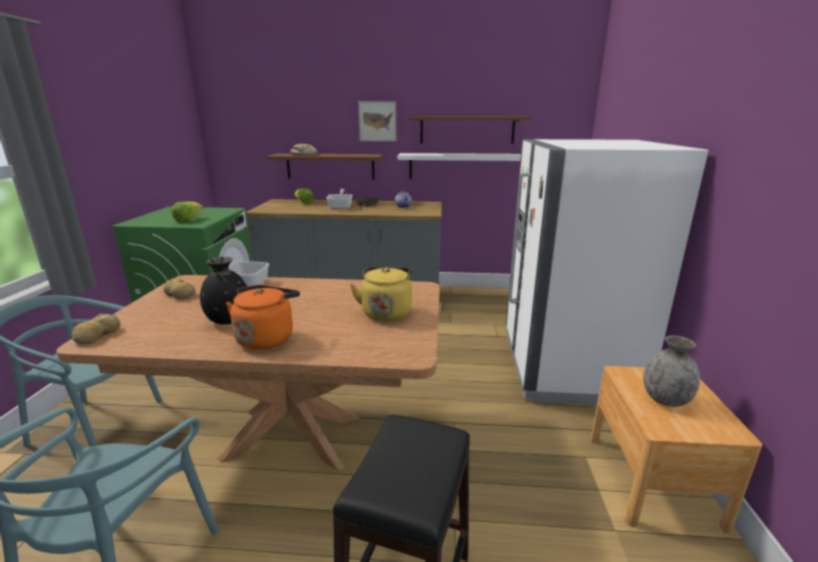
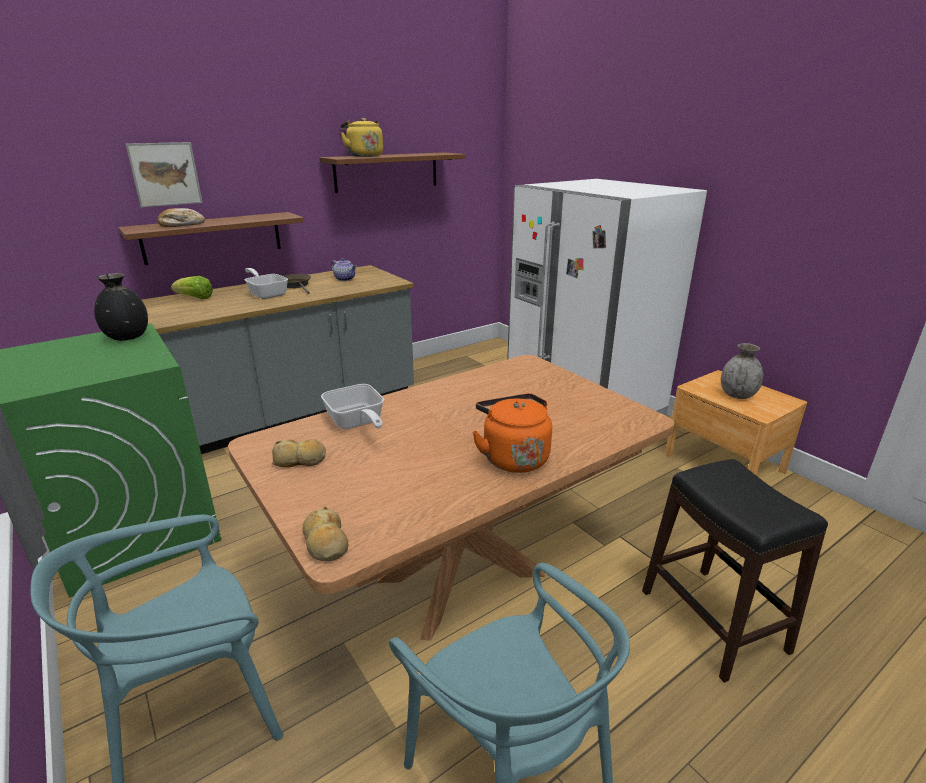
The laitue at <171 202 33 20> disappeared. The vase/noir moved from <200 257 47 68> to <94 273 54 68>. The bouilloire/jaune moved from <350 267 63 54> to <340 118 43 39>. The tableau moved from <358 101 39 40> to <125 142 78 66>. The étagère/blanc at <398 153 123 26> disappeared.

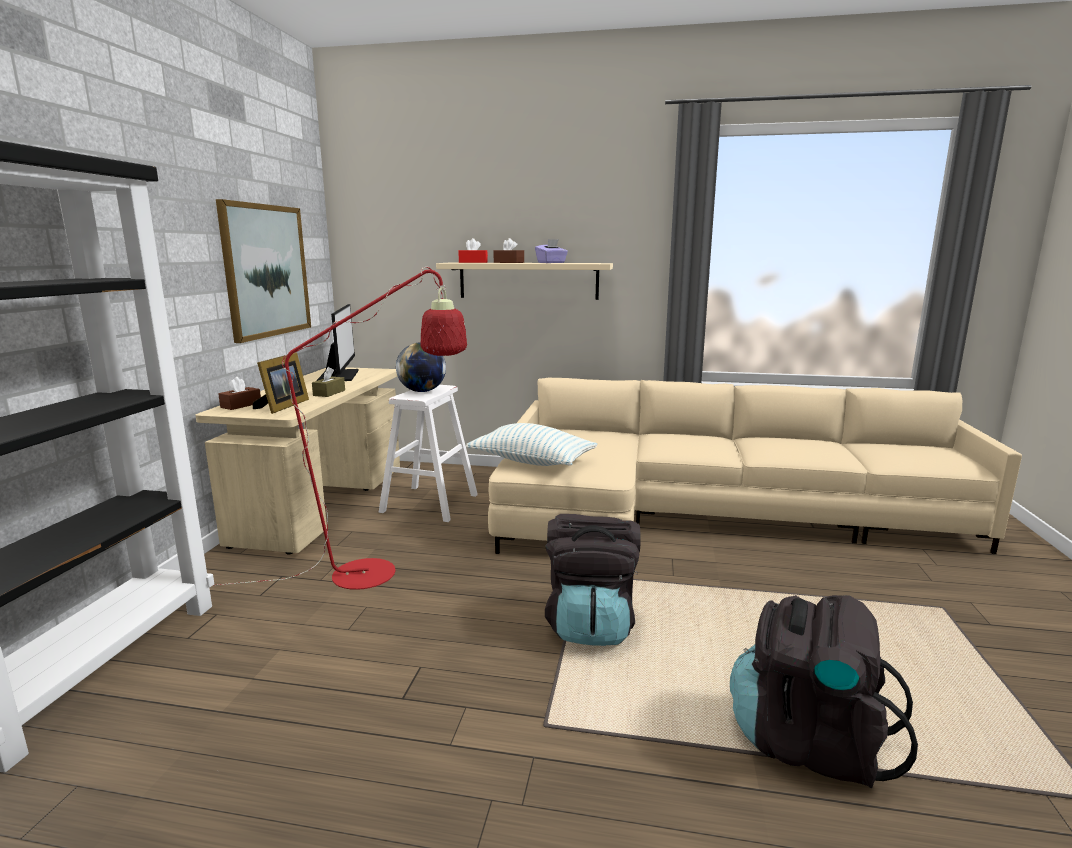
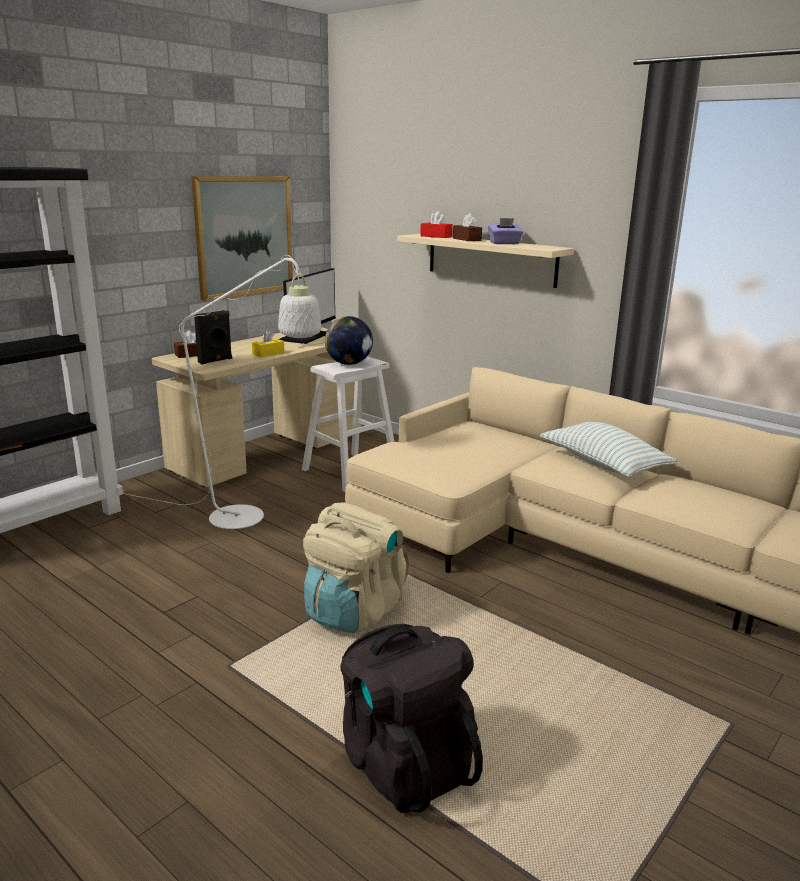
The lampadaire/rouge at <213 267 254 323> became the lampadaire/blanc at <123 255 198 274>. The cadre photo at <253 353 56 61> was replaced by the enceinte/noir at <194 310 38 54>. The boîte à mouchoirs/marron at <312 367 33 30> became the boîte à mouchoirs/jaune at <252 330 32 27>. The coussin moved from <466 423 131 43> to <540 422 137 55>. The sac à dos/noir at <545 514 96 132> became the sac à dos/beige at <303 502 106 131>.

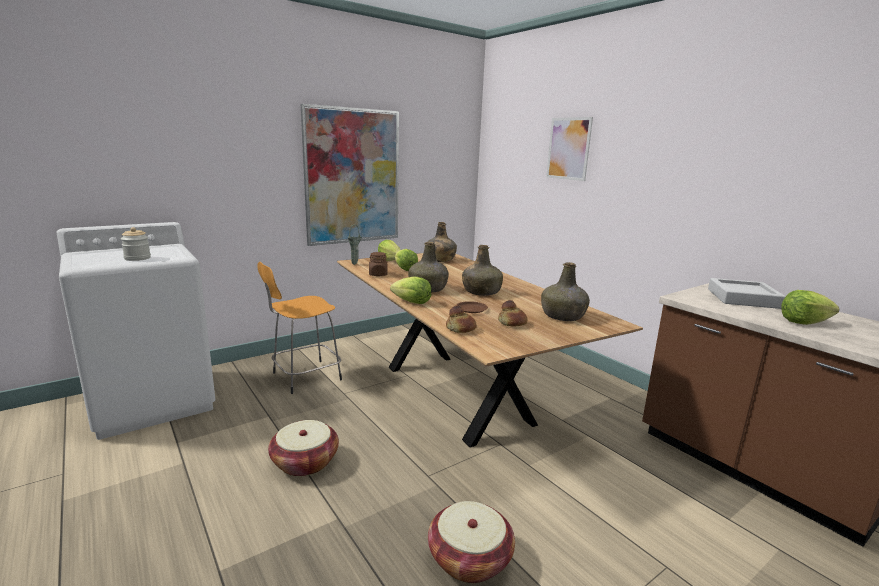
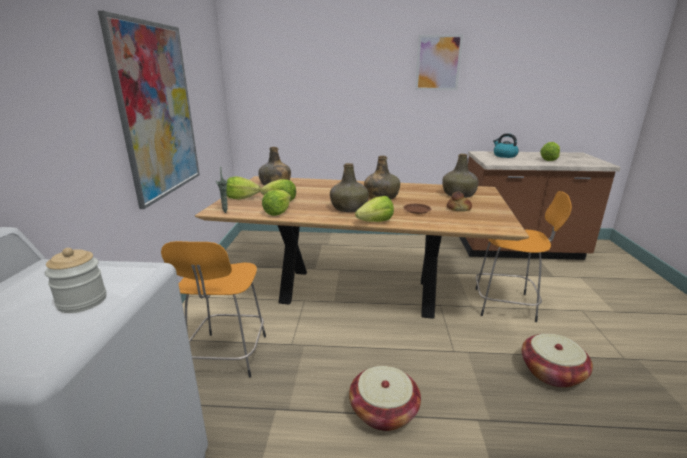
The bocal/marron at <369 252 19 24> was replaced by the laitue at <262 190 29 26>. The pain at <446 306 31 27> disappeared. The tableau moved from <546 117 47 64> to <415 35 48 55>. The plateau/gris at <708 278 78 31> was replaced by the bouilloire at <493 133 26 25>. The tabouret/orange at <475 191 97 131> appeared.

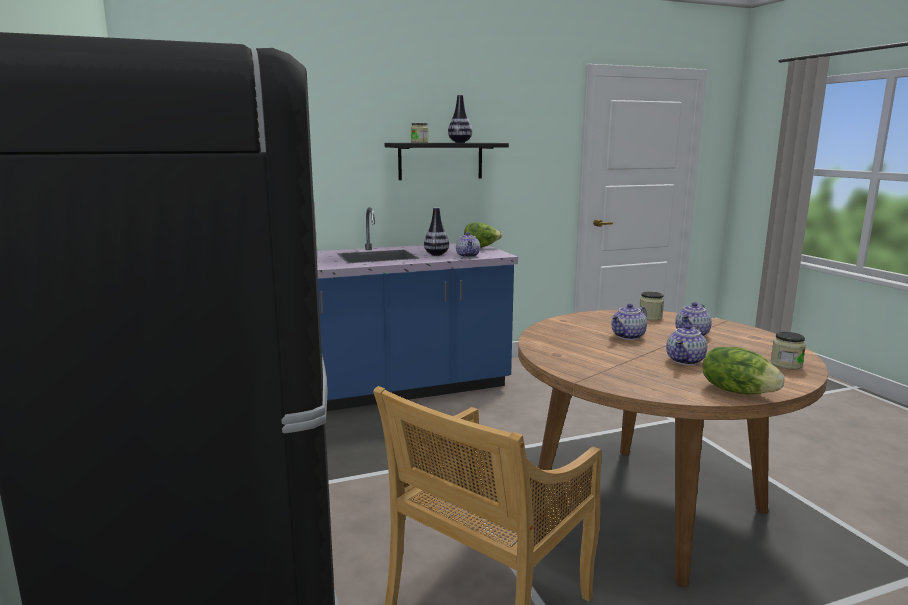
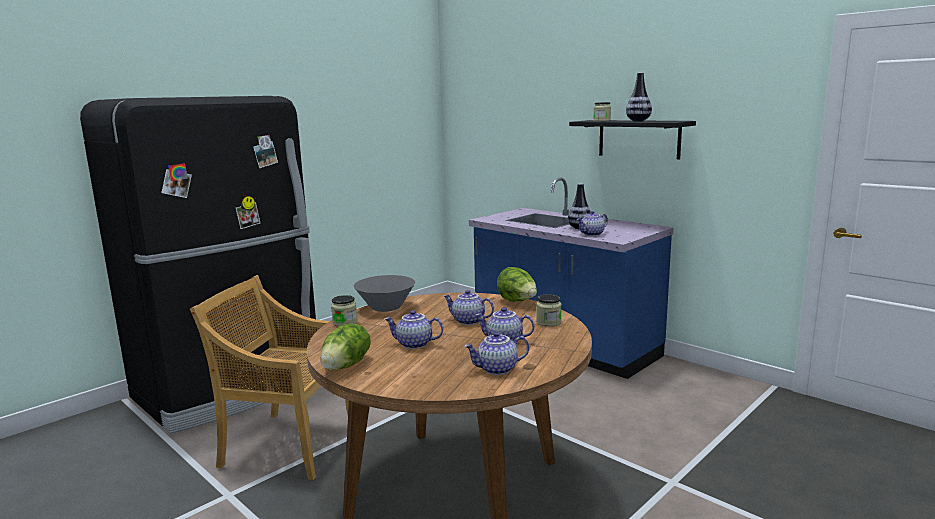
The laitue moved from <464 222 38 26> to <497 267 40 35>. The bocal moved from <771 332 35 37> to <331 295 26 32>. The bol/gris at <354 275 61 37> appeared. The théière at <464 332 65 43> appeared.

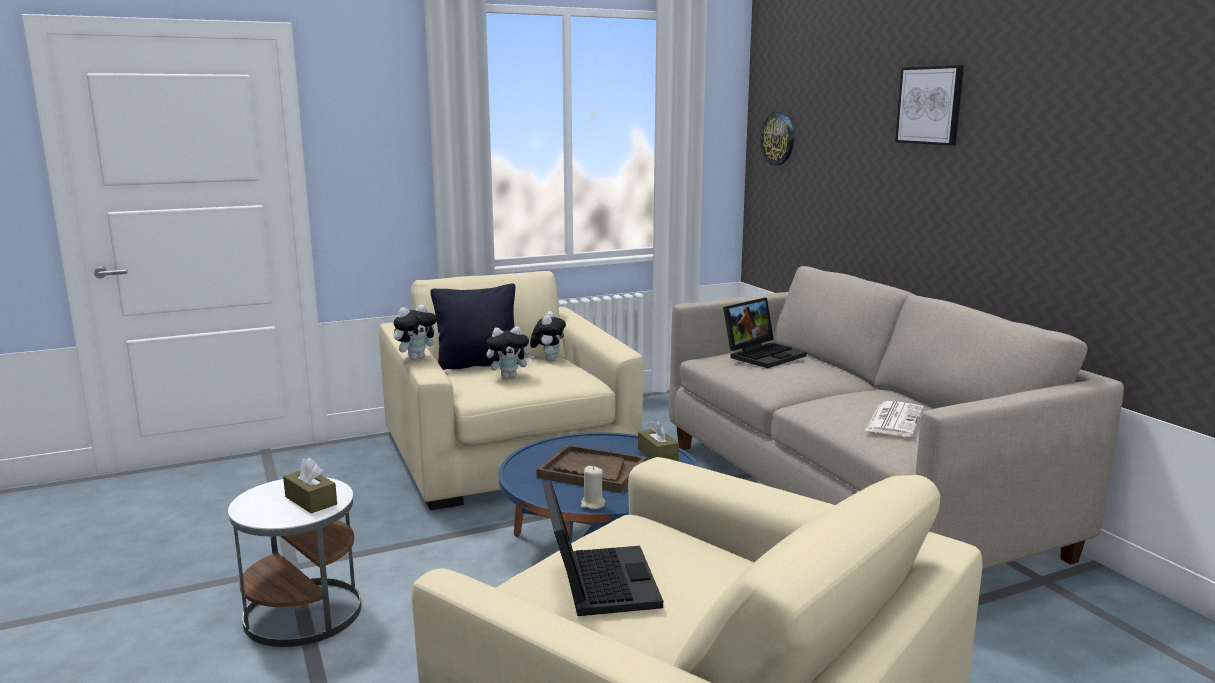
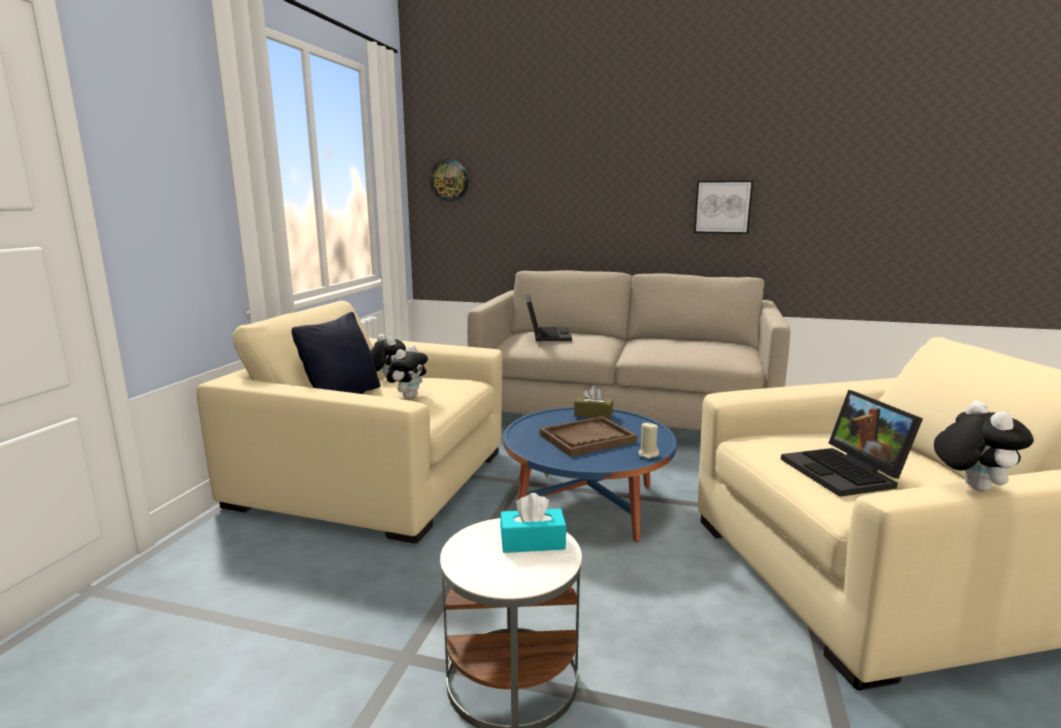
The boîte à mouchoirs/marron at <283 457 54 56> became the boîte à mouchoirs/turquoise at <500 493 66 60>. The peluche moved from <393 305 47 55> to <934 401 100 91>. The ordinateur portable at <542 480 121 136> turned 135 degrees counterclockwise. The journal at <865 401 58 36> disappeared. The tableau moved from <895 65 69 81> to <694 180 59 54>.

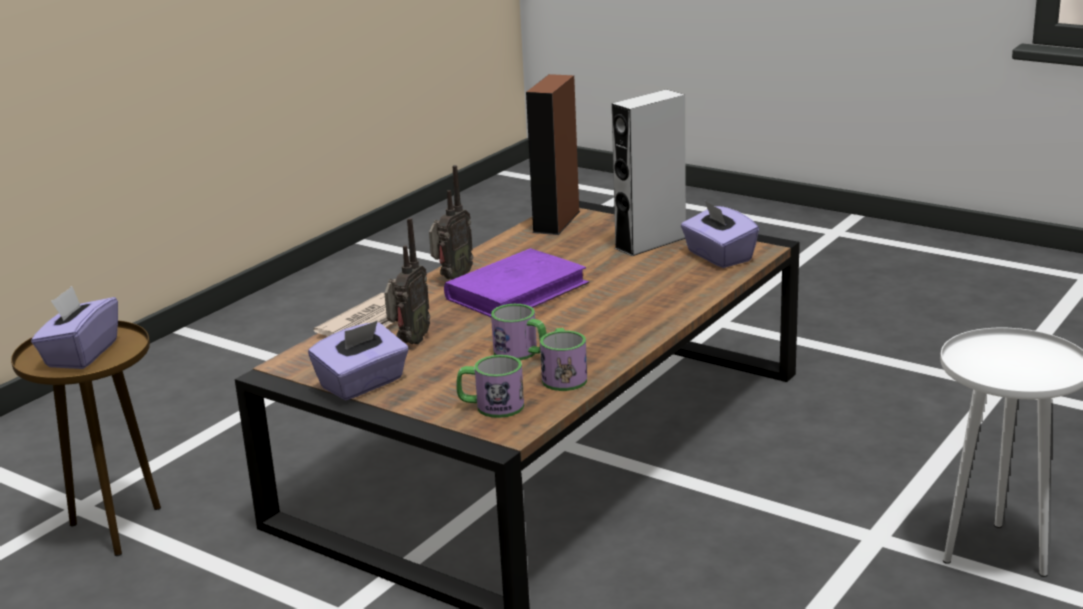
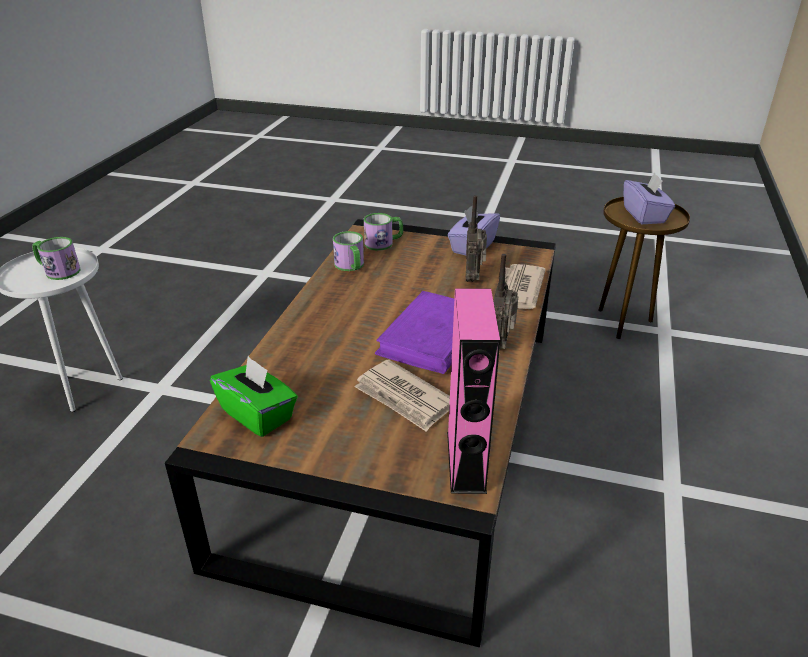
The mug moved from <491 304 56 56> to <32 237 49 43>. The enceinte/marron at <526 74 54 161> became the enceinte/rose at <447 288 53 206>. The enceinte/gris at <612 89 74 167> disappeared. The boîte à mouchoirs/violet at <681 200 78 68> became the boîte à mouchoirs/vert at <210 356 88 81>. The journal at <354 359 96 73> appeared.

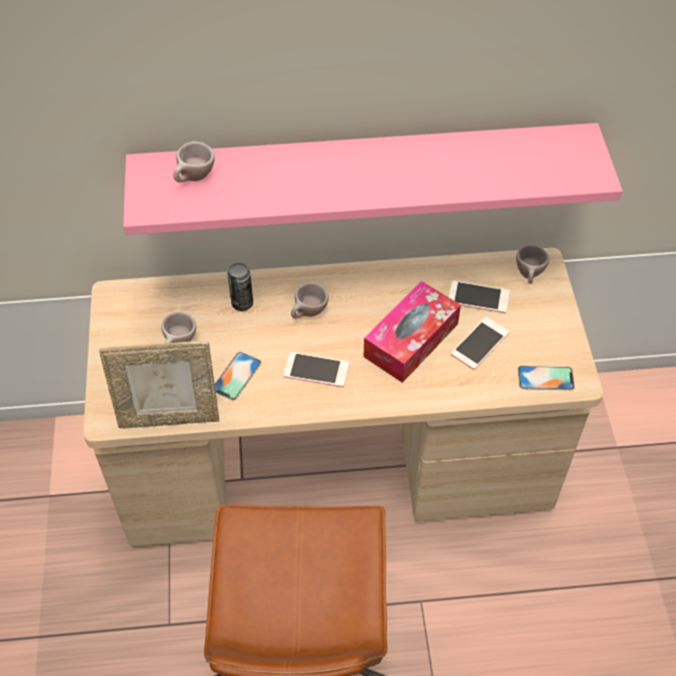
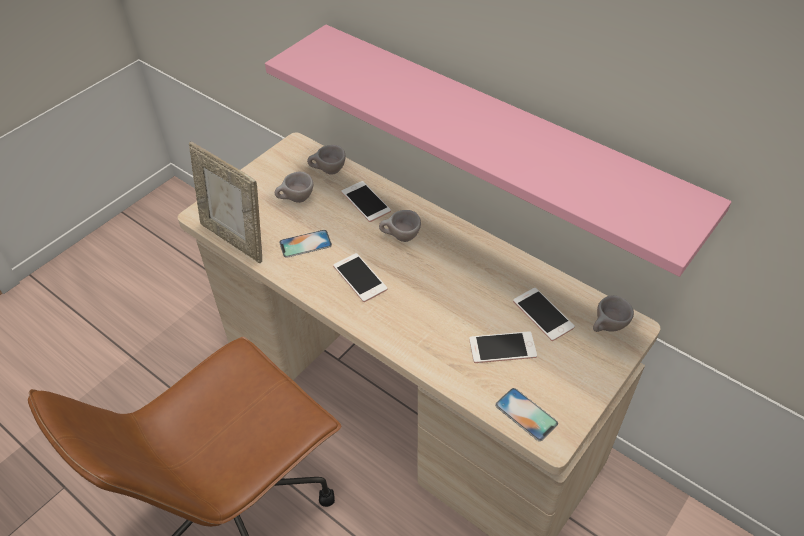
The tasse/beige moved from <174 141 41 41> to <307 145 39 30>. The boîte métallique at <228 263 25 48> was replaced by the téléphone at <341 181 50 41>. The boîte à mouchoirs at <363 281 98 102> disappeared.

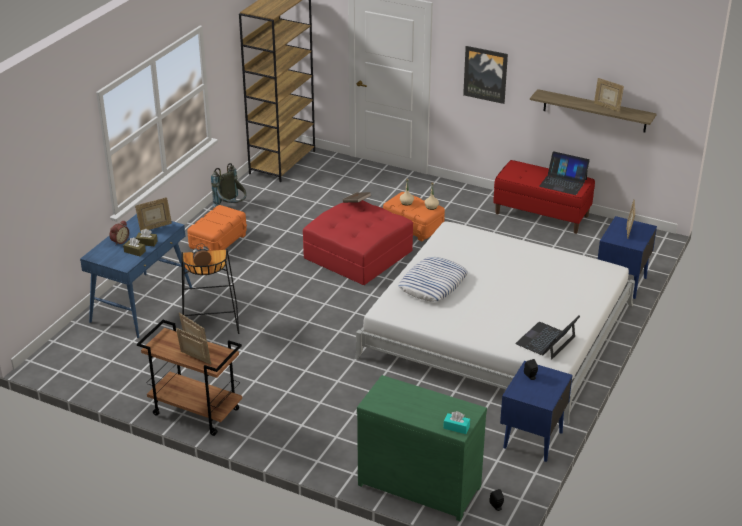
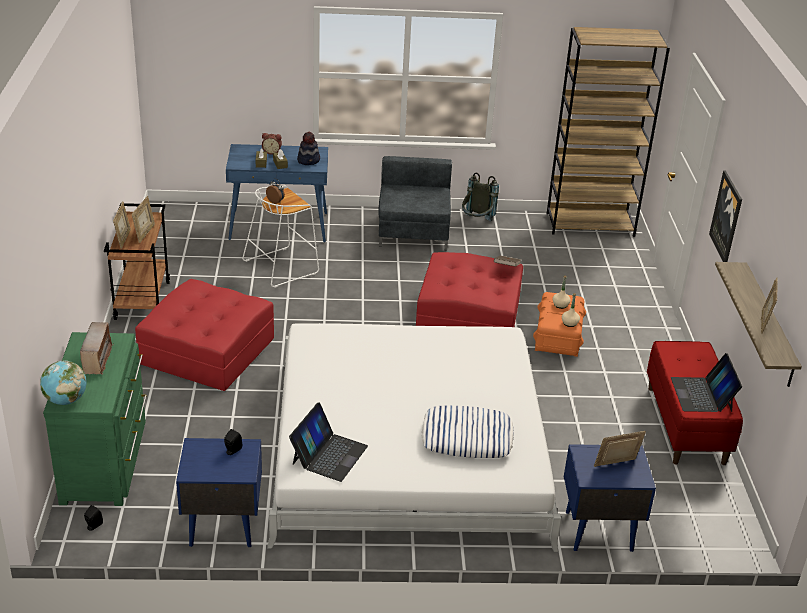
The cadre photo at <135 197 37 35> was replaced by the chapeau at <297 132 23 33>. The tabouret/noir at <182 249 57 85> became the tabouret/blanc at <242 186 77 102>. The boîte de rangement/orange at <187 205 60 46> was replaced by the fauteuil/gris at <378 156 74 95>. The coussin moved from <398 257 70 44> to <421 405 93 53>. The boîte à mouchoirs/turquoise at <443 411 27 23> was replaced by the globe at <40 360 47 45>. The ordinateur portable at <515 316 65 44> turned 105 degrees clockwise. The radio at <80 322 34 53> appeared. The pouf/rouge at <135 279 139 112> appeared.

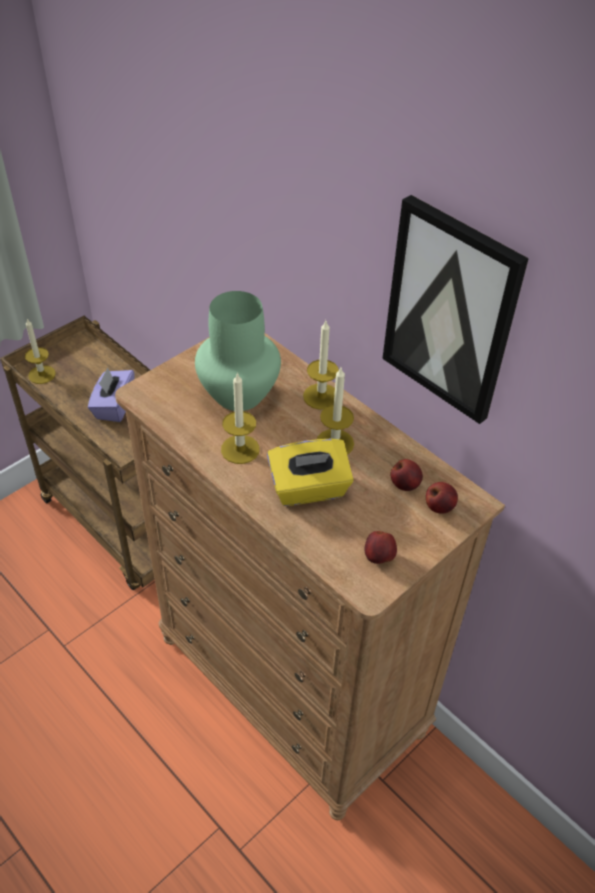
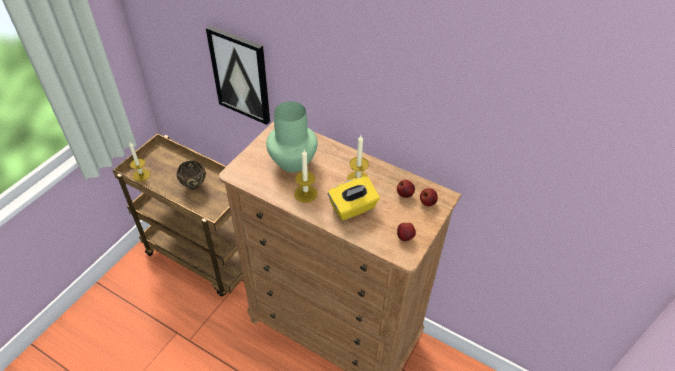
The boîte à mouchoirs/violet at <88 368 47 54> was replaced by the bol/marron at <176 161 30 29>. The bougie at <303 321 36 89> disappeared. The tableau moved from <382 195 147 229> to <206 26 64 99>.

